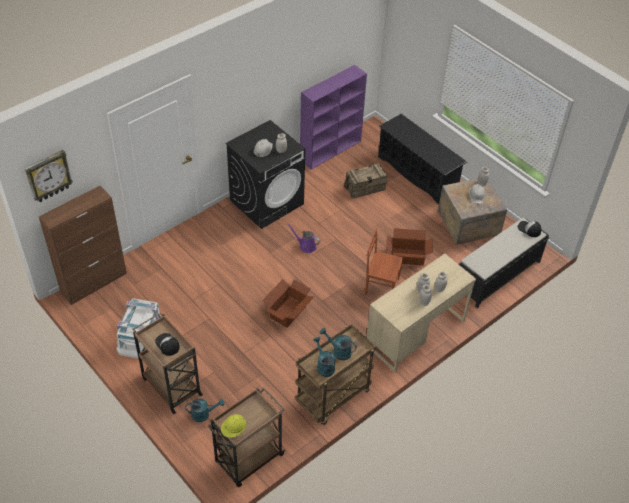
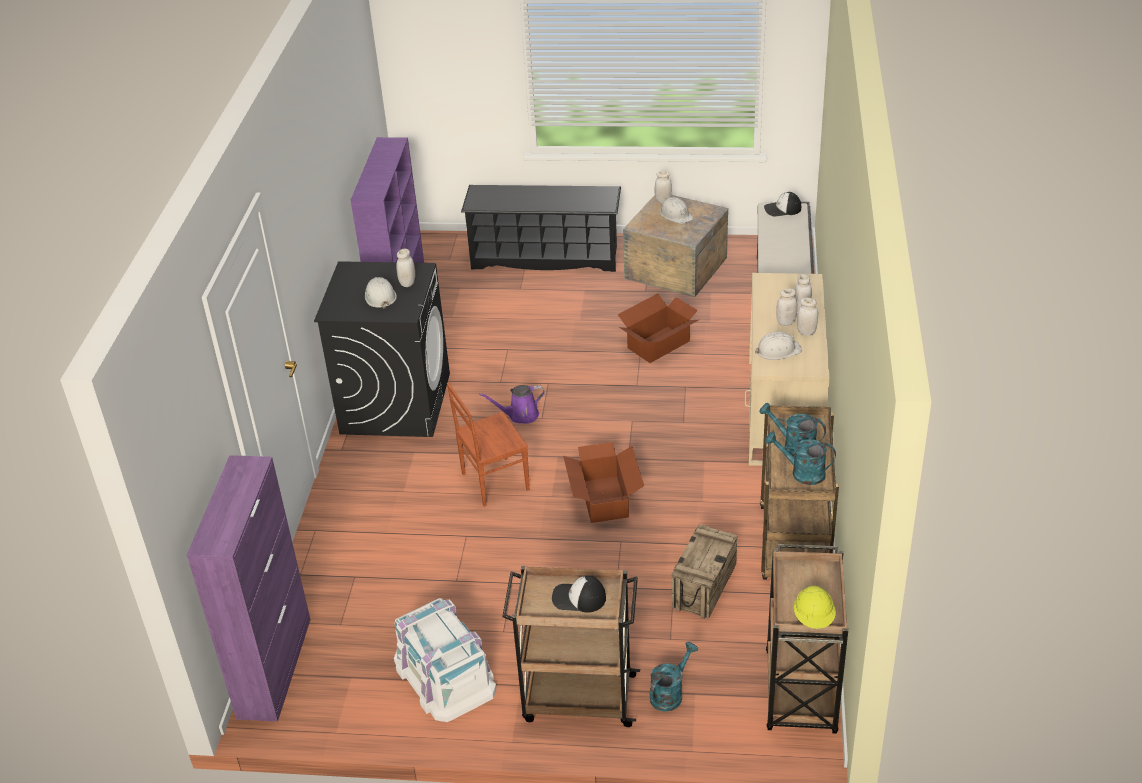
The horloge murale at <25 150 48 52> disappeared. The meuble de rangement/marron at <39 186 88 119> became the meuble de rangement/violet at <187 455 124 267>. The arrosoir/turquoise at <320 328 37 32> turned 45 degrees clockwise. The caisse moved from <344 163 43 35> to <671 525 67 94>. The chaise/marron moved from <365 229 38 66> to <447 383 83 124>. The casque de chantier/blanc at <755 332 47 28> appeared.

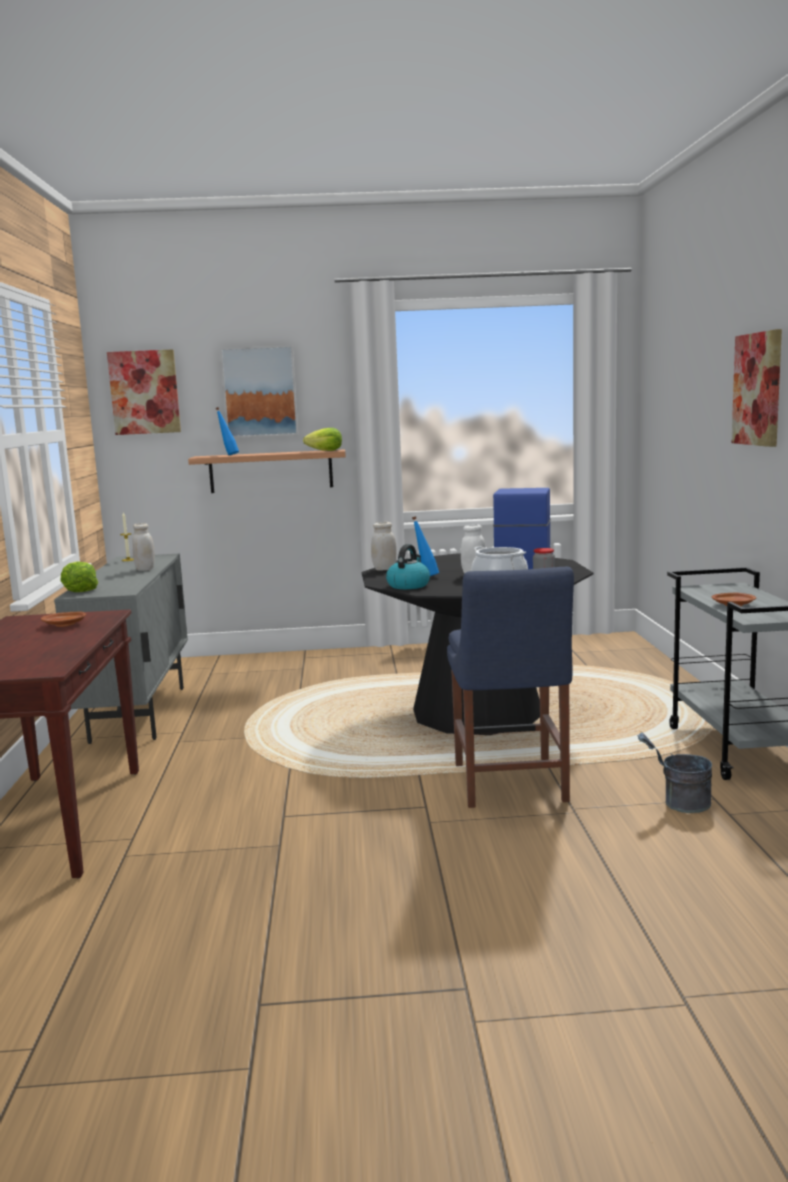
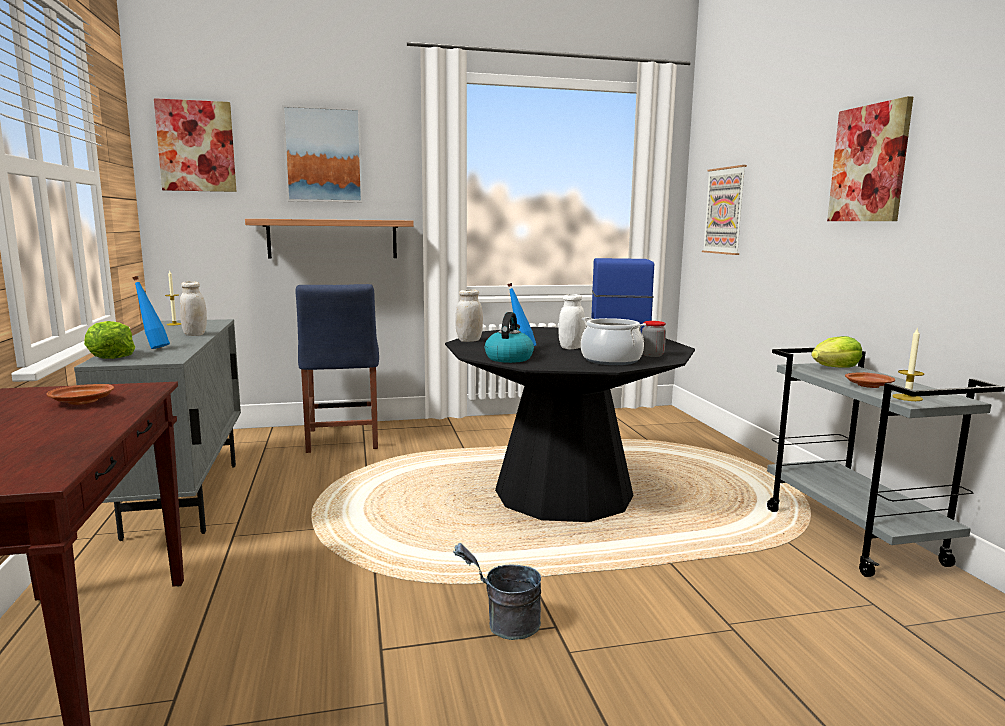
The bouteille/bleu moved from <215 407 24 48> to <133 276 37 73>. The laitue moved from <303 428 39 23> to <811 336 51 31>. The chaise/bleu moved from <447 567 127 241> to <296 284 83 169>. The seau/gris moved from <638 733 74 80> to <453 543 88 97>. The tableau at <702 165 45 90> appeared. The bougie at <892 327 32 74> appeared.

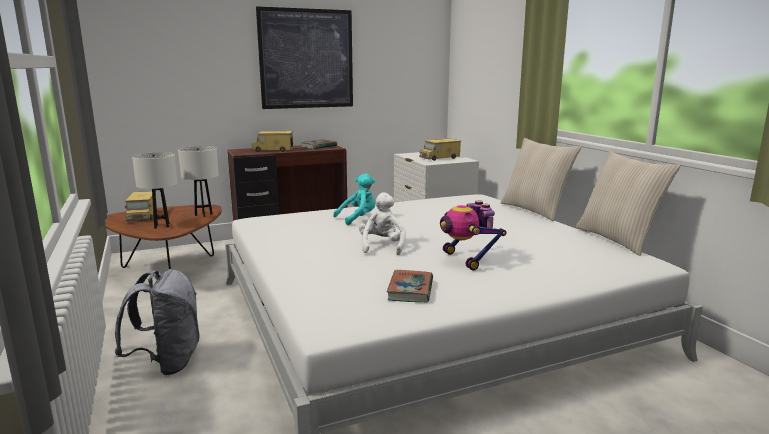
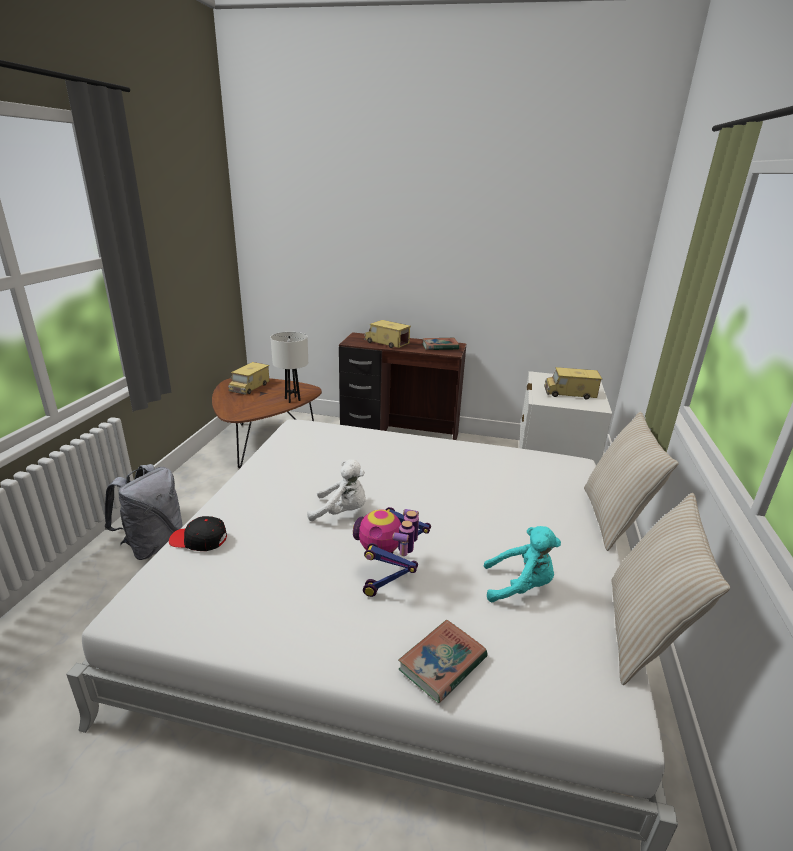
The lampe de table/blanc at <132 152 45 77> disappeared. The tableau at <256 6 97 103> disappeared. The peluche/turquoise moved from <333 174 42 51> to <484 526 77 76>. The peluche/blanc at <359 192 47 63> turned 60 degrees clockwise. The livre moved from <387 270 46 32> to <398 620 89 83>. The casquette/noir at <169 516 58 35> appeared.

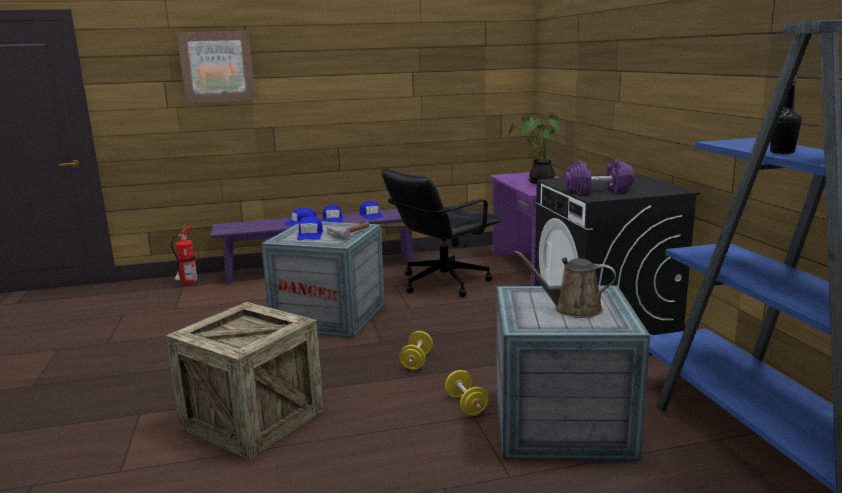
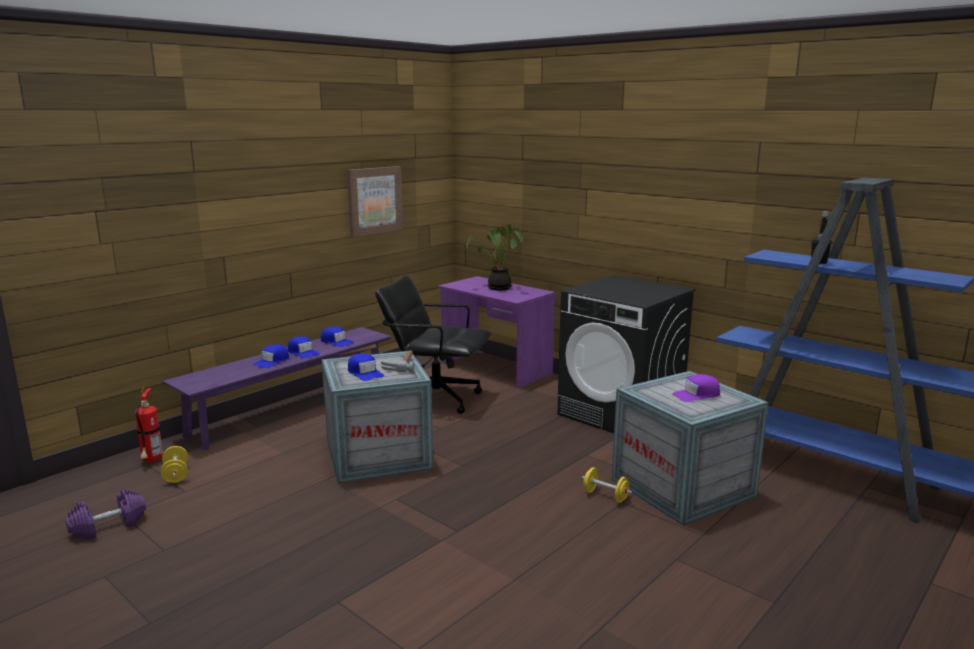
The caisse at <166 302 158 158> disappeared. The tableau moved from <177 31 78 73> to <347 166 56 71>. The chaise de bureau/noir at <381 169 120 128> turned 90 degrees clockwise. The haltère/jaune moved from <399 331 34 39> to <161 446 27 37>. The arrosoir/marron at <514 251 102 67> was replaced by the casquette/violet at <672 374 48 28>. The haltère/violet moved from <564 159 70 35> to <65 489 81 51>.

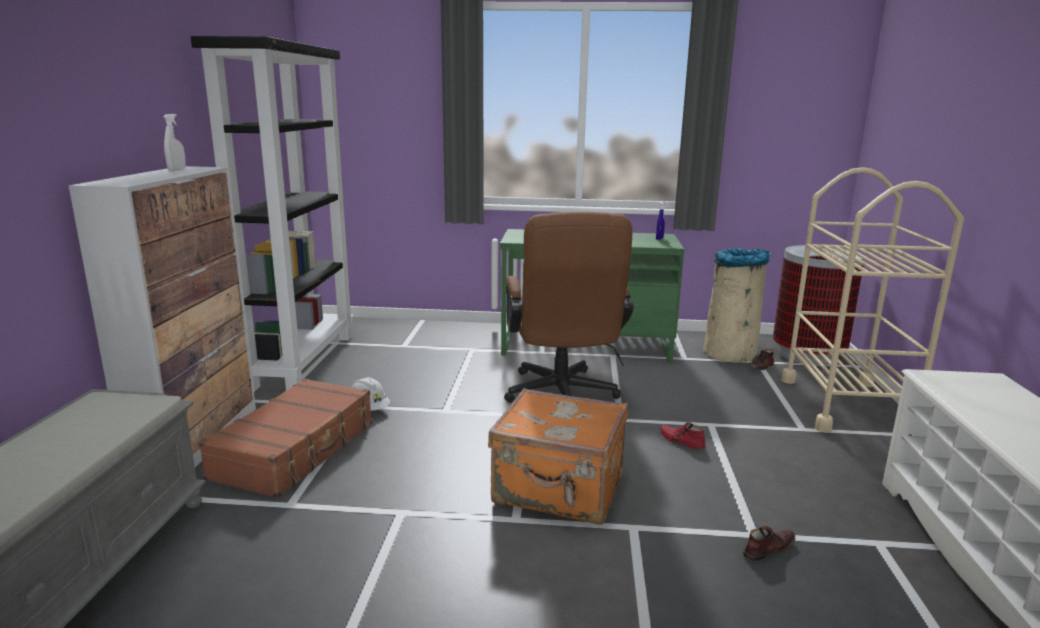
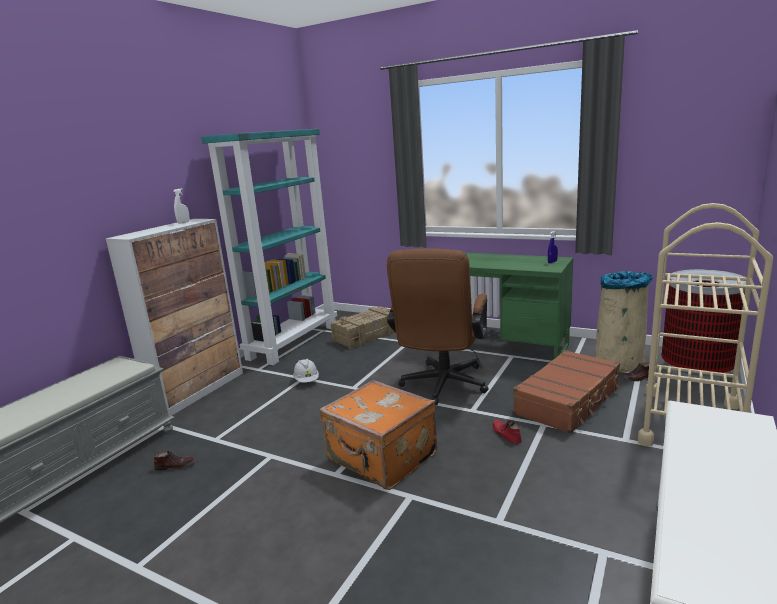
The bibliothèque/noir at <191 36 163 356> became the bibliothèque/turquoise at <201 129 136 236>. The valise/marron moved from <198 378 174 120> to <513 350 107 84>. The chaussure/marron moved from <743 526 52 35> to <154 450 42 21>. The caisse at <331 306 64 43> appeared.

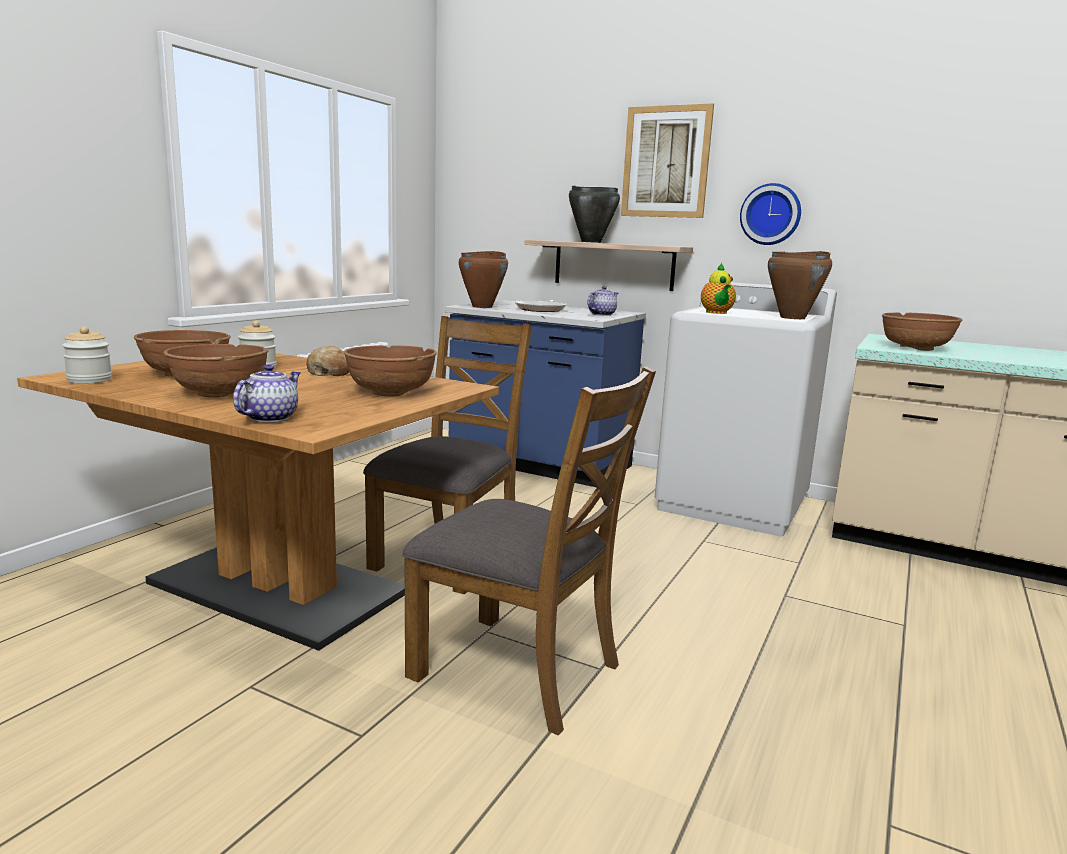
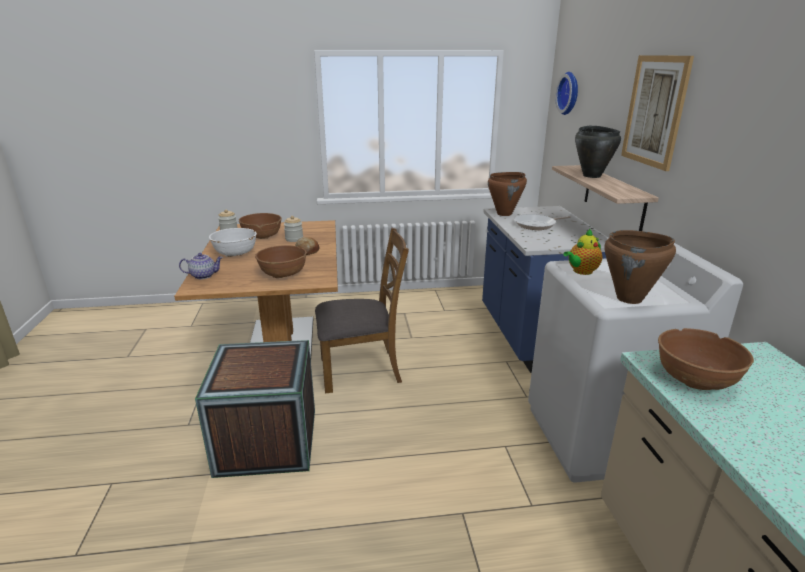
The bol/marron at <164 344 104 54> became the bol/blanc at <209 228 48 29>. The chaise/marron at <402 366 254 369> was replaced by the caisse at <195 340 120 138>. The théière at <587 286 31 30> disappeared. The horloge murale moved from <740 183 61 62> to <555 72 23 43>.

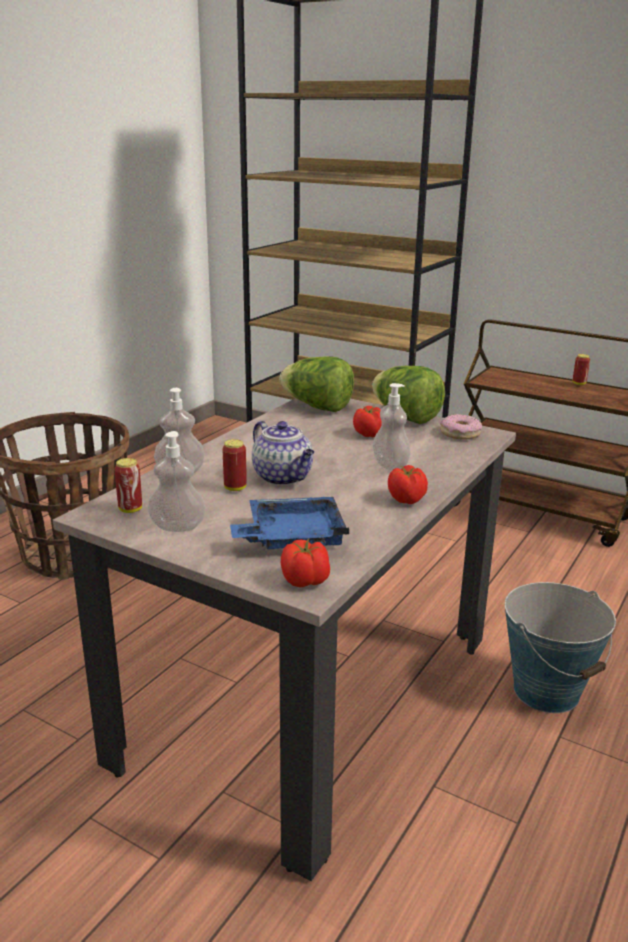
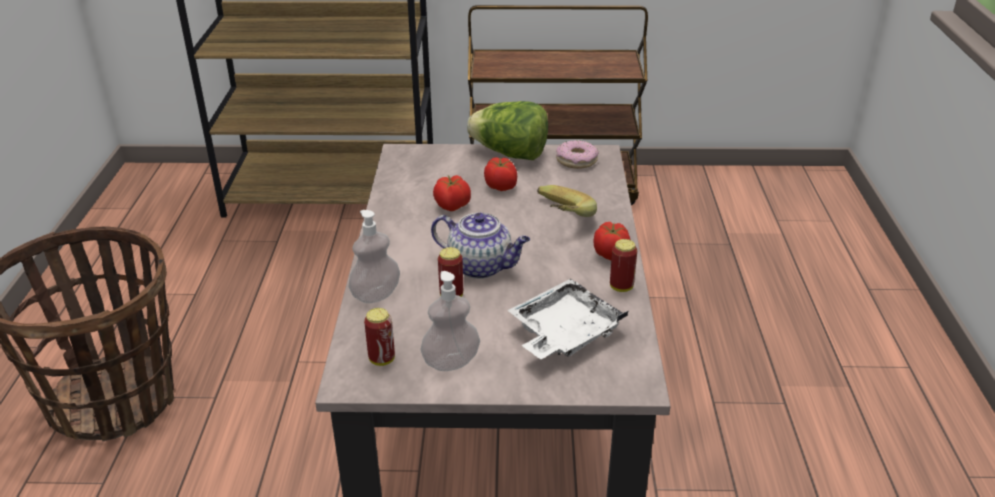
The plateau/bleu at <230 497 119 52> became the plateau/blanc at <507 279 121 80>. The laitue at <279 356 75 56> disappeared. The tomate moved from <281 539 49 48> to <433 175 38 36>. The distributeur de savon at <373 383 38 87> was replaced by the banane at <537 185 60 32>. The seau at <505 582 111 131> disappeared. The boîte métallique moved from <572 354 18 31> to <610 239 27 53>.

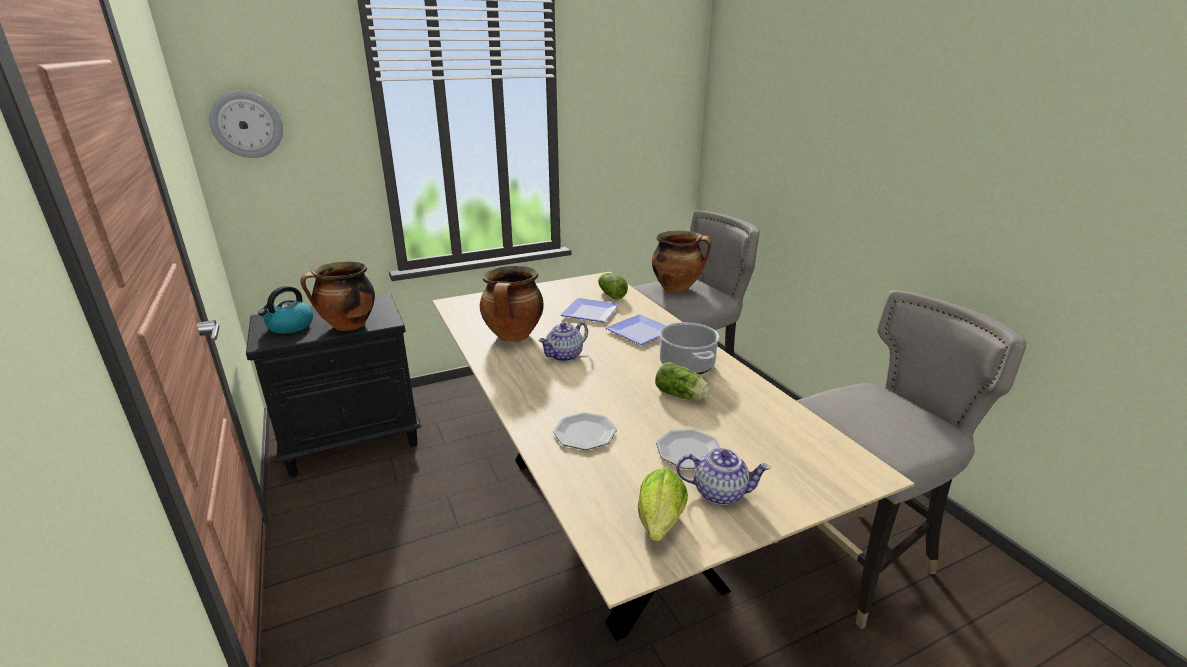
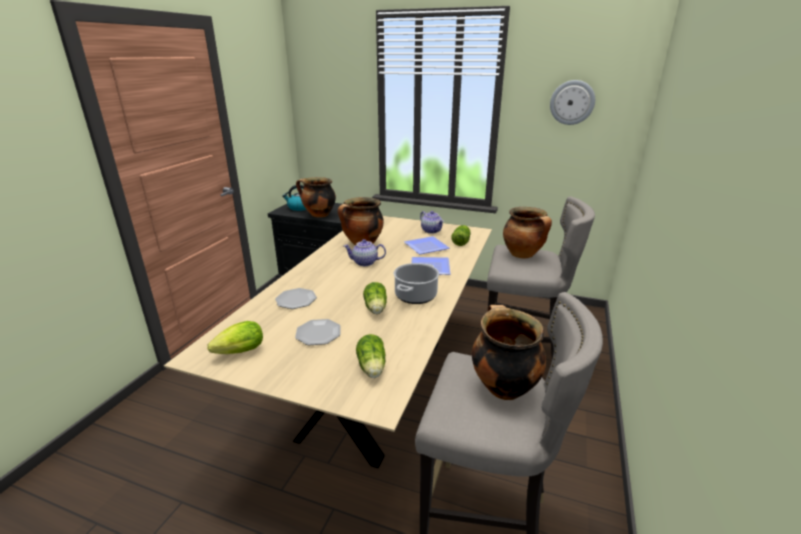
The horloge murale moved from <209 91 74 67> to <550 80 45 45>. The théière moved from <677 448 93 57> to <420 211 24 23>. The laitue at <356 334 30 44> appeared. The marmite at <472 305 74 95> appeared.

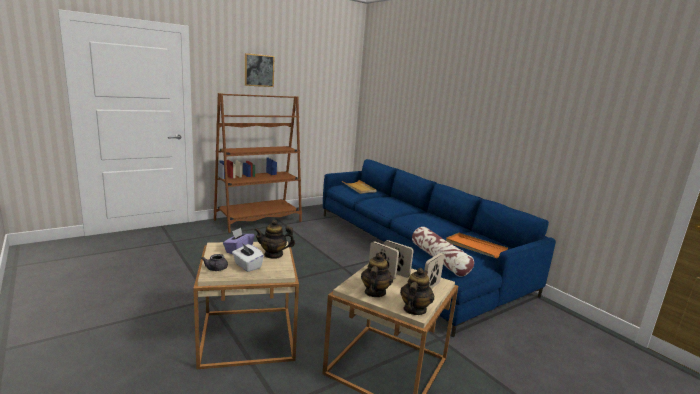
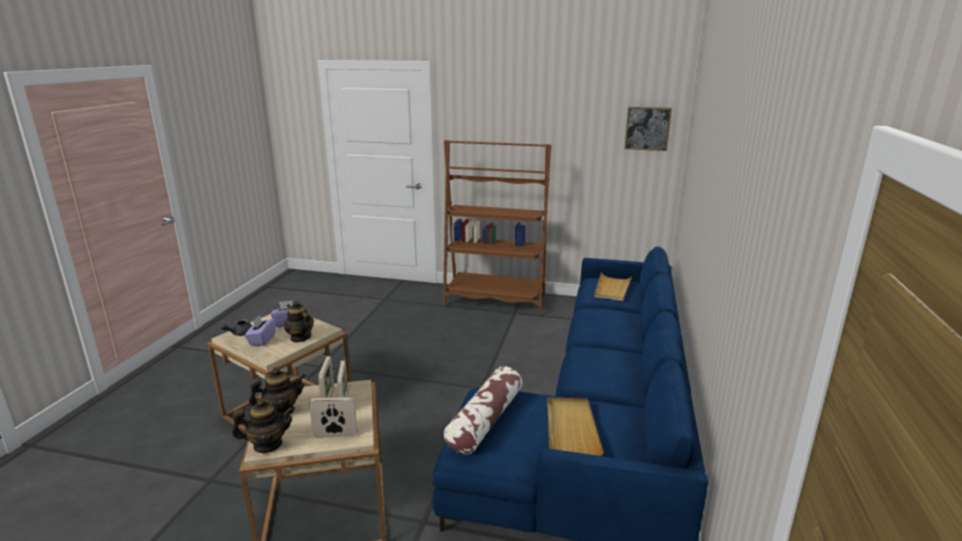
The boîte à mouchoirs/blanc at <232 243 32 29> became the boîte à mouchoirs/violet at <245 315 31 31>. The tableau moved from <245 53 29 34> to <625 107 47 44>. The plateau/orange at <446 233 62 25> became the plateau/beige at <547 398 57 58>.

